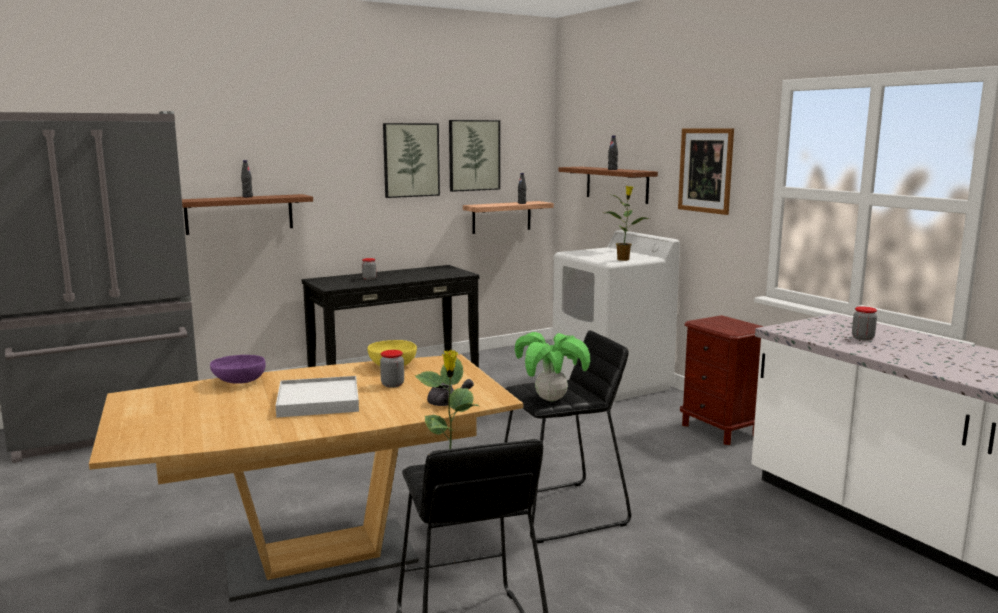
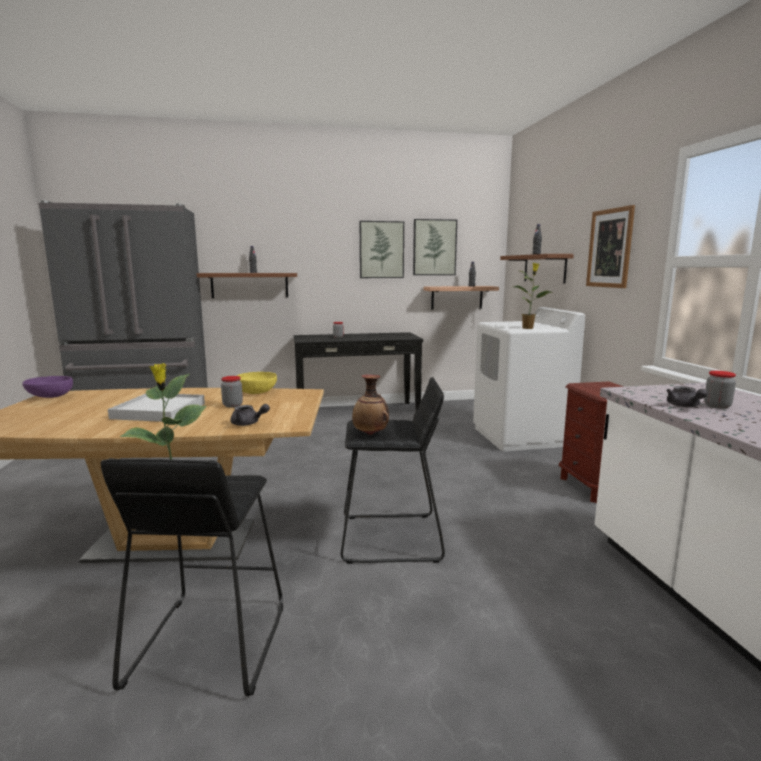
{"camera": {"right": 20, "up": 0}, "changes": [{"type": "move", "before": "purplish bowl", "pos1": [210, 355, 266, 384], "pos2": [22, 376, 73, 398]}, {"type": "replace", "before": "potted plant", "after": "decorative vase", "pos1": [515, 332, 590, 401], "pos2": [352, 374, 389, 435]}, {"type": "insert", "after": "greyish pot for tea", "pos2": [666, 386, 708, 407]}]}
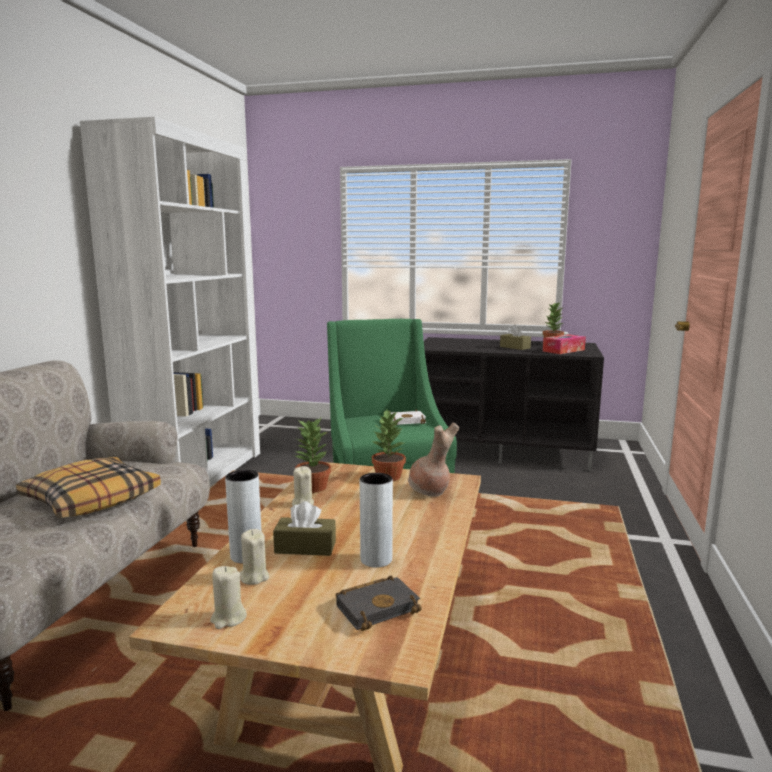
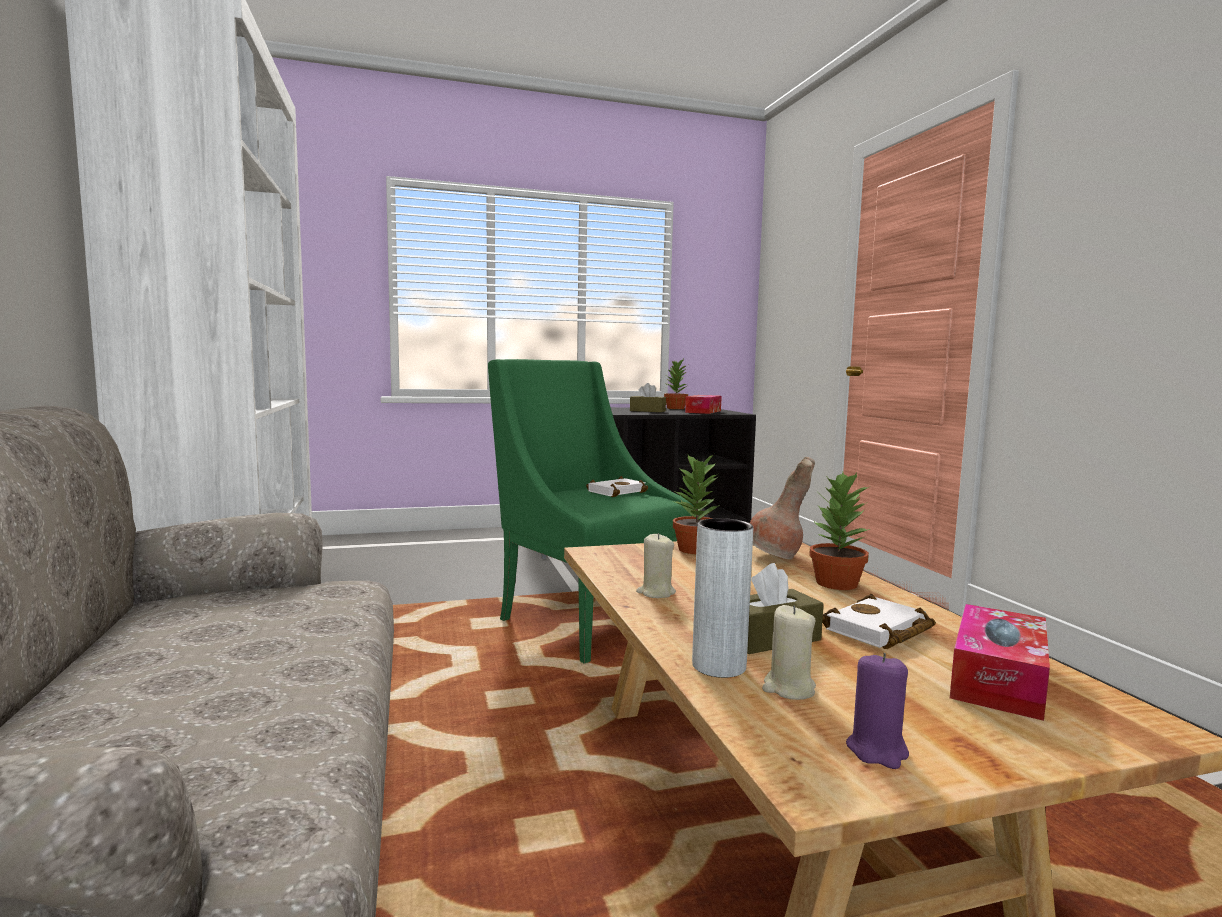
{"camera": {"right": -30, "up": -5}, "changes": [{"type": "move", "before": "potted plant", "pos1": [294, 418, 331, 493], "pos2": [809, 472, 870, 590]}, {"type": "replace", "before": "greyish decorative vase", "after": "white-coloured volume", "pos1": [360, 473, 393, 568], "pos2": [822, 594, 936, 649]}, {"type": "recolor", "before": "beige wax candle", "after": "purplish wax candle", "pos1": [210, 566, 247, 629], "pos2": [846, 653, 909, 769]}, {"type": "replace", "before": "black-coloured volume", "after": "box of tissues", "pos1": [336, 576, 422, 631], "pos2": [950, 604, 1050, 721]}, {"type": "delete", "before": "cushion", "pos1": [16, 457, 161, 518]}]}
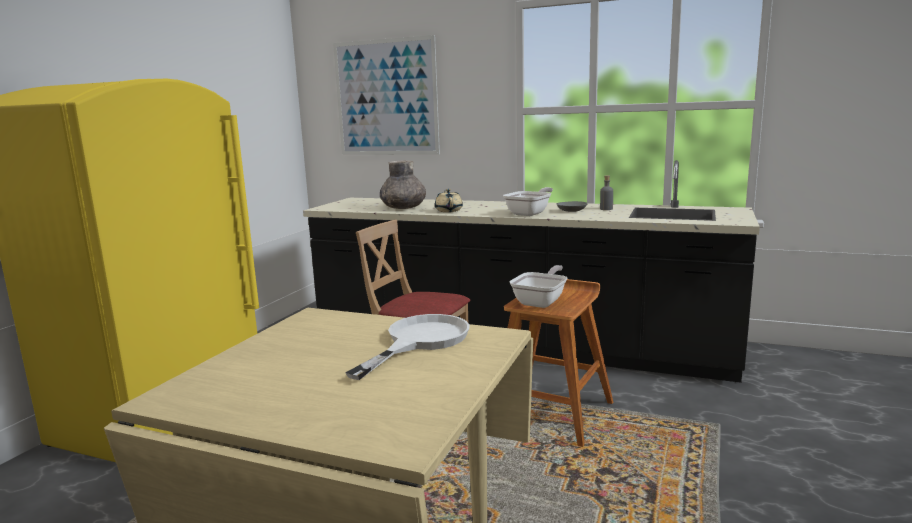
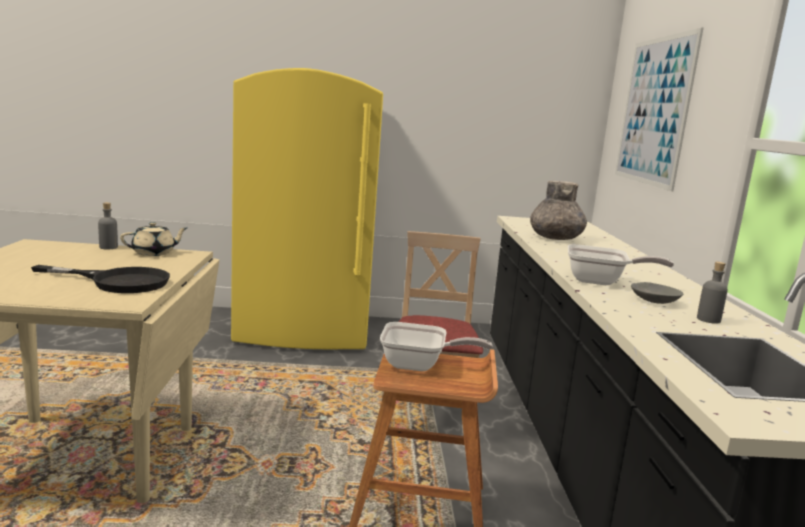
{"camera": {"right": 65, "up": 0}, "changes": [{"type": "recolor", "before": "white-coloured skillet", "after": "black-coloured skillet", "pos1": [345, 314, 470, 380], "pos2": [31, 265, 170, 293]}, {"type": "insert", "after": "greyish beverage bottle", "pos2": [98, 202, 118, 249]}, {"type": "move", "before": "beige pot for tea", "pos1": [435, 189, 463, 212], "pos2": [120, 222, 187, 256]}]}
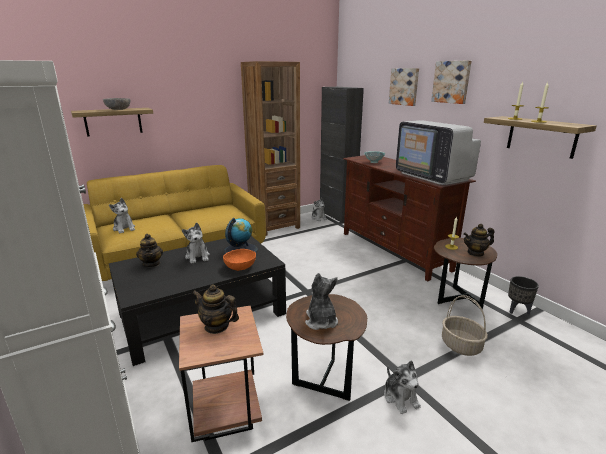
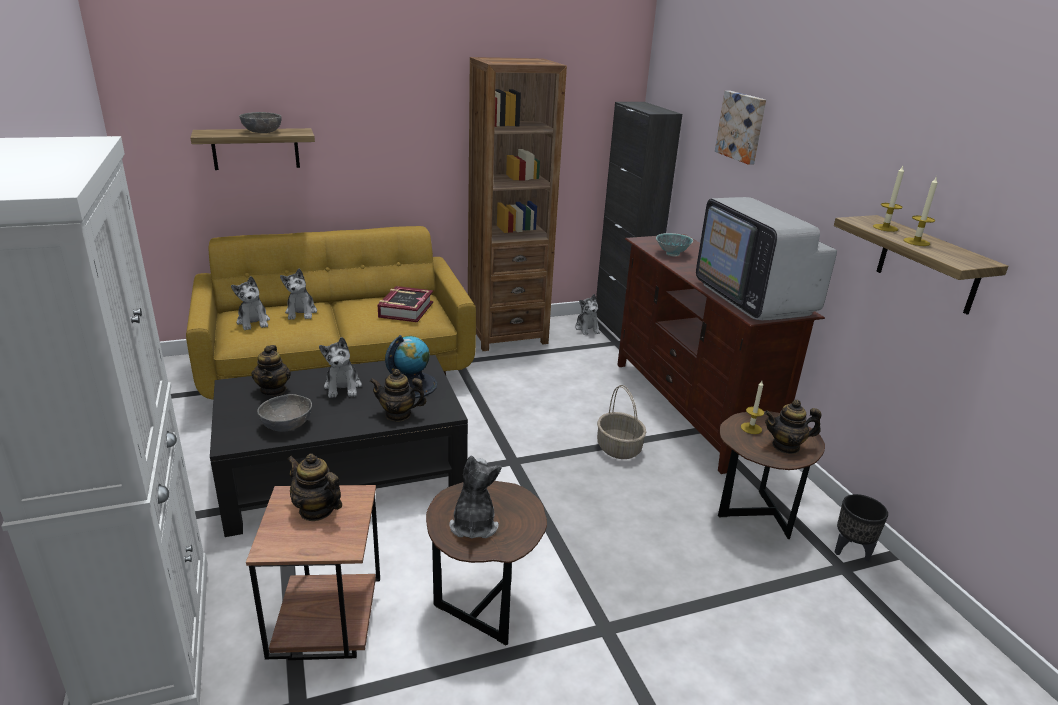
{"camera": {"right": 10, "up": 5}, "changes": [{"type": "insert", "after": "greyish bowl", "pos2": [257, 394, 312, 432]}, {"type": "move", "before": "cuddly toy", "pos1": [384, 360, 421, 414], "pos2": [280, 269, 317, 320]}, {"type": "replace", "before": "orange-coloured bowl", "after": "pot for tea", "pos1": [223, 249, 256, 271], "pos2": [369, 369, 427, 422]}, {"type": "insert", "after": "volume", "pos2": [378, 286, 433, 322]}, {"type": "move", "before": "household basket", "pos1": [442, 295, 488, 356], "pos2": [597, 385, 646, 459]}, {"type": "delete", "before": "wall art", "pos1": [431, 60, 472, 104]}]}
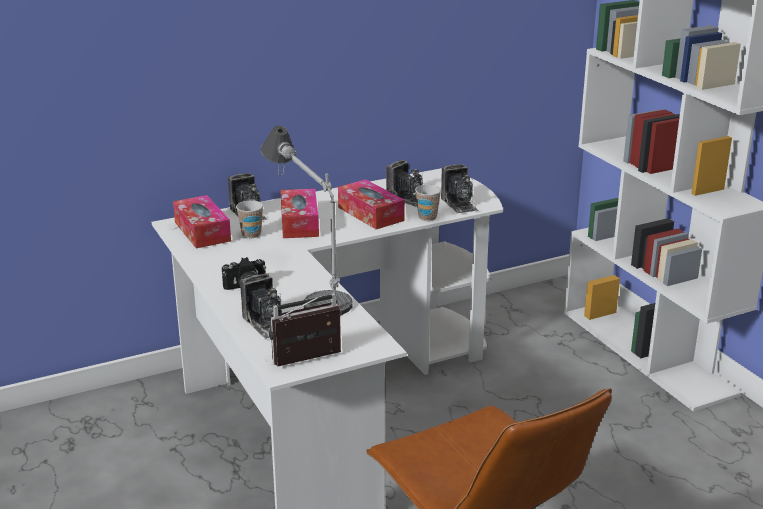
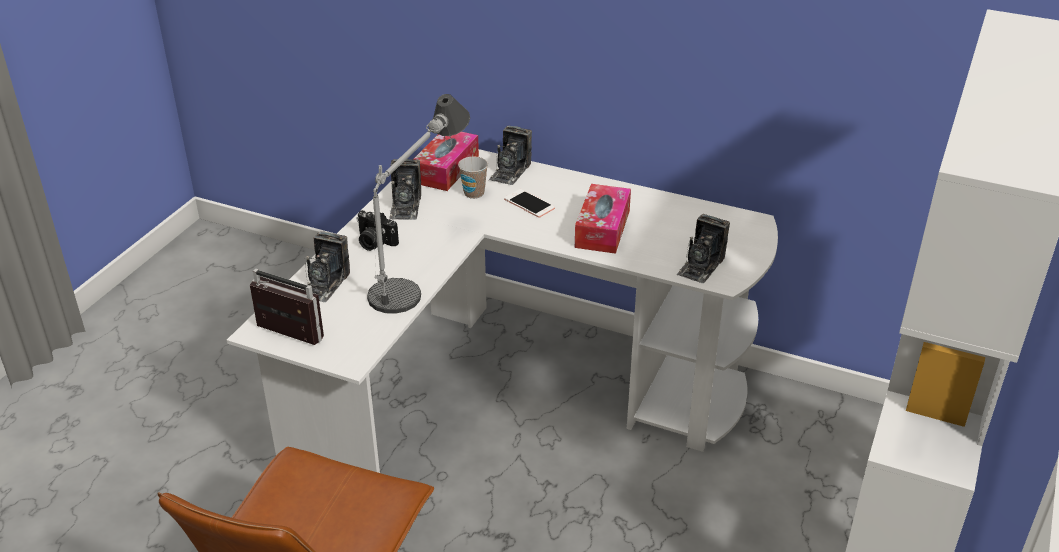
{"camera": {"right": 50, "up": 10}, "changes": [{"type": "move", "before": "still camera", "pos1": [386, 159, 423, 207], "pos2": [389, 159, 421, 220]}, {"type": "replace", "before": "box of tissues", "after": "phone", "pos1": [280, 189, 319, 238], "pos2": [504, 189, 555, 218]}, {"type": "delete", "before": "cup", "pos1": [415, 185, 442, 221]}]}
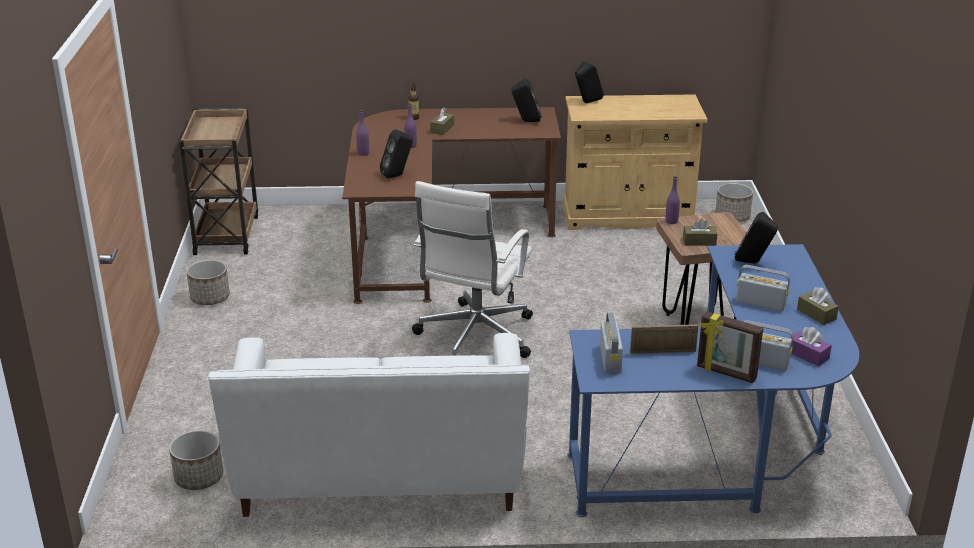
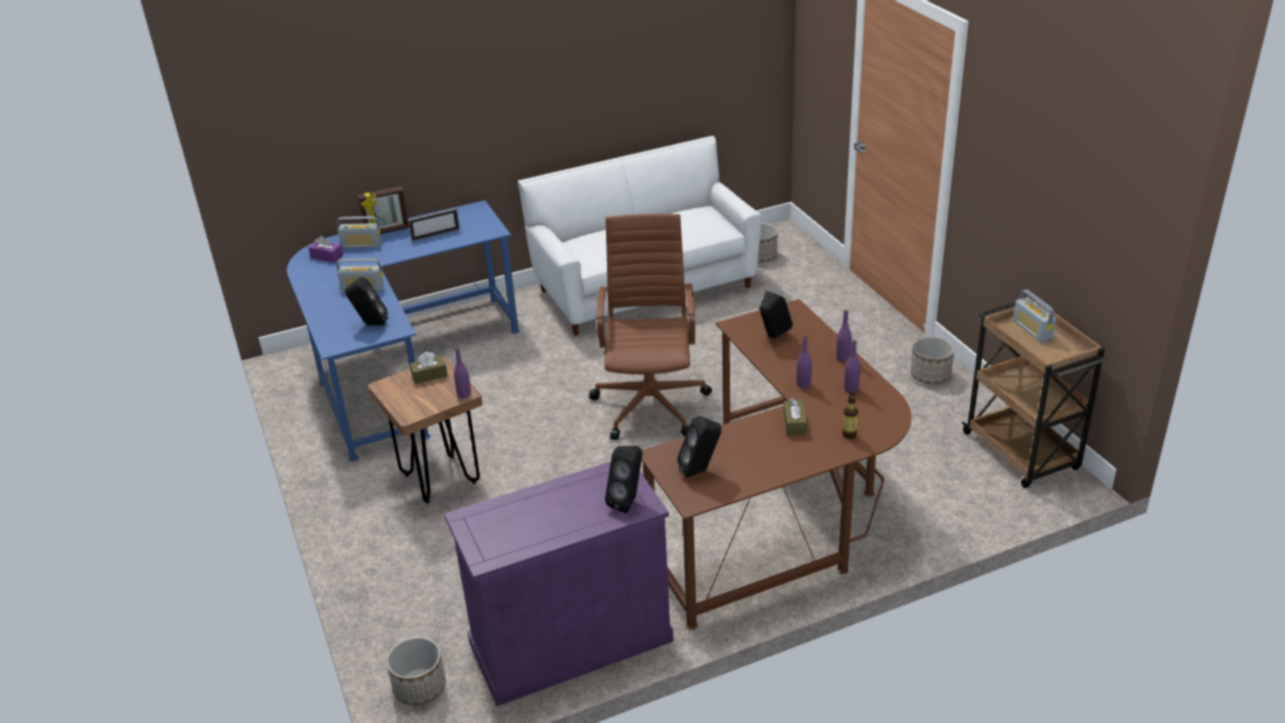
{"camera": {"right": 160, "up": 5}, "changes": [{"type": "rotate", "before": "picture frame", "pos1": [697, 311, 763, 383], "pos2": [358, 186, 409, 234], "turn": 150}, {"type": "recolor", "before": "beige cabinet", "after": "purplish cabinet", "pos1": [563, 94, 708, 230], "pos2": [444, 462, 674, 706]}, {"type": "recolor", "before": "white-coloured desk chair", "after": "brown-coloured desk chair", "pos1": [412, 181, 533, 358], "pos2": [589, 214, 712, 440]}, {"type": "insert", "after": "purplish beverage bottle", "pos2": [844, 340, 860, 393]}, {"type": "move", "before": "radio set", "pos1": [600, 312, 623, 373], "pos2": [1013, 289, 1056, 342]}, {"type": "delete", "before": "brown-coloured box of tissues", "pos1": [797, 287, 839, 325]}]}
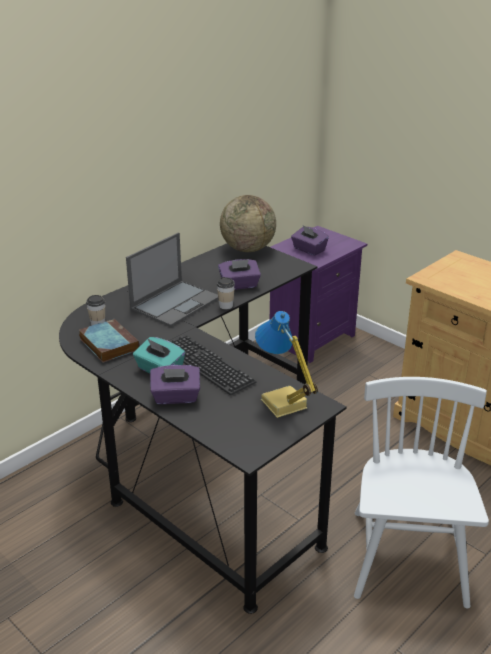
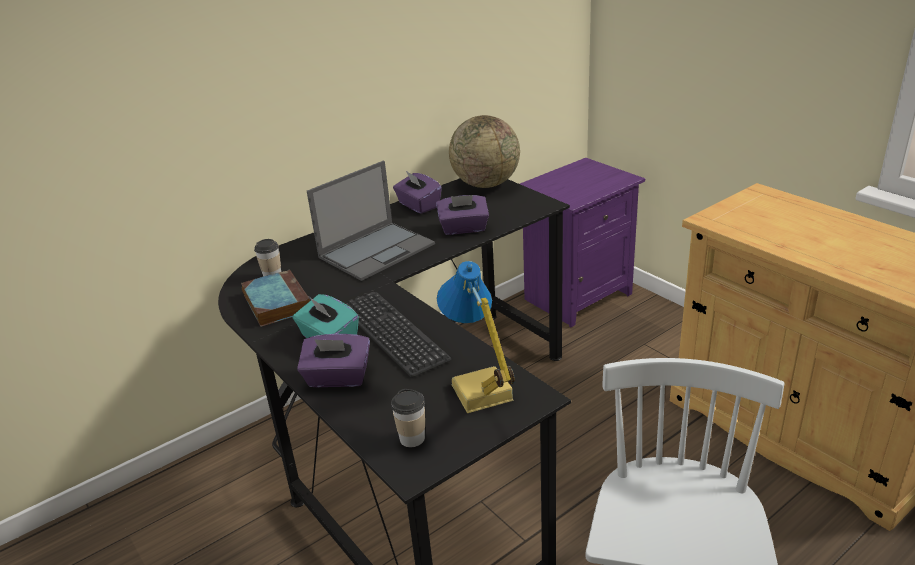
{"camera": {"right": 10, "up": 0}, "changes": [{"type": "move", "before": "cup", "pos1": [217, 277, 235, 309], "pos2": [391, 389, 425, 447]}, {"type": "move", "before": "purplish box of tissues", "pos1": [291, 225, 329, 256], "pos2": [393, 171, 442, 214]}]}
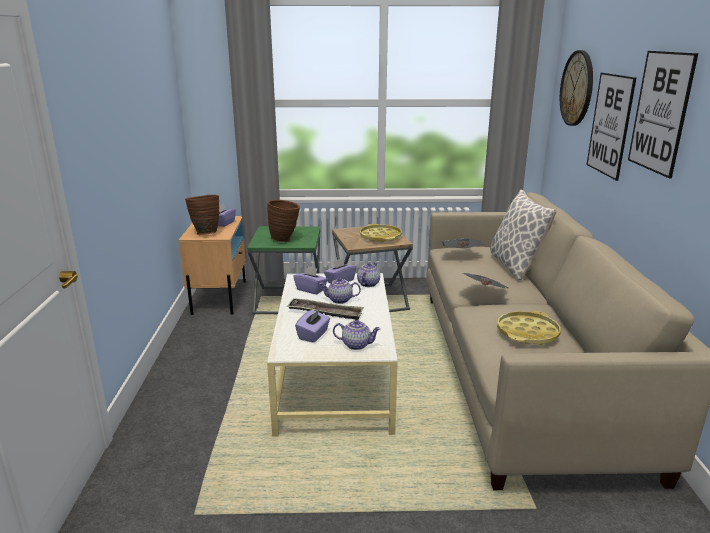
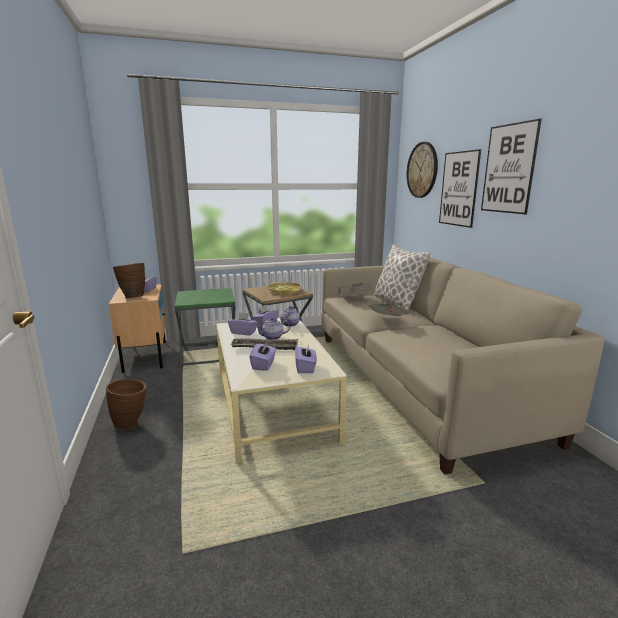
{"camera": {"right": -15, "up": -5}, "changes": [{"type": "move", "before": "brown-coloured decorative vase", "pos1": [267, 200, 300, 242], "pos2": [106, 379, 146, 430]}, {"type": "replace", "before": "pot for tea", "after": "purplish box of tissues", "pos1": [333, 320, 381, 350], "pos2": [295, 344, 317, 373]}, {"type": "delete", "before": "yellow carrying tray", "pos1": [497, 311, 561, 345]}]}
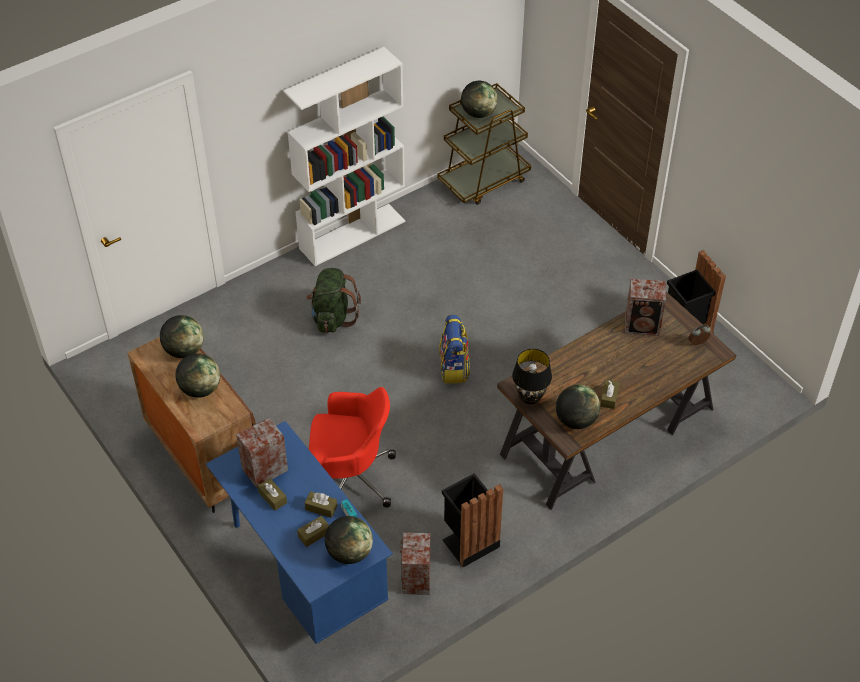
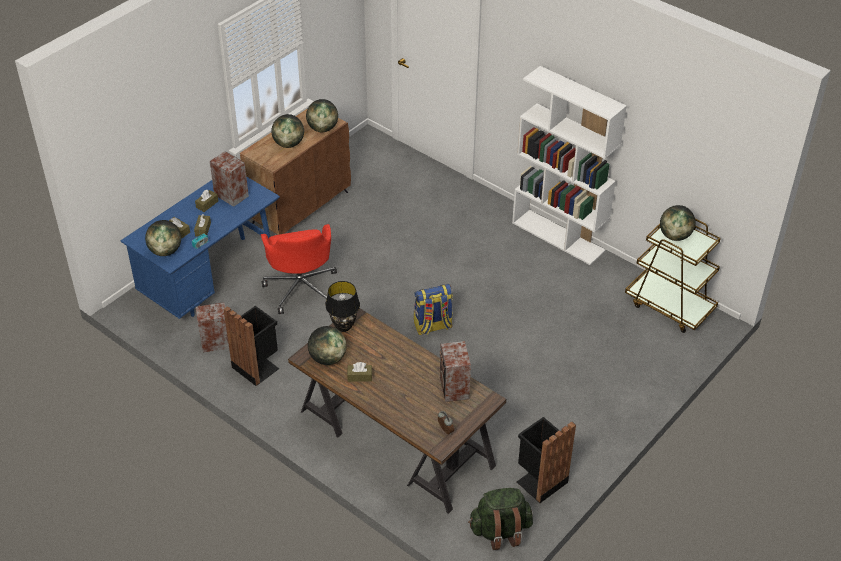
{"camera": {"right": 75, "up": -5}, "changes": [{"type": "move", "before": "green rucksack", "pos1": [306, 268, 361, 333], "pos2": [468, 488, 533, 550]}]}
